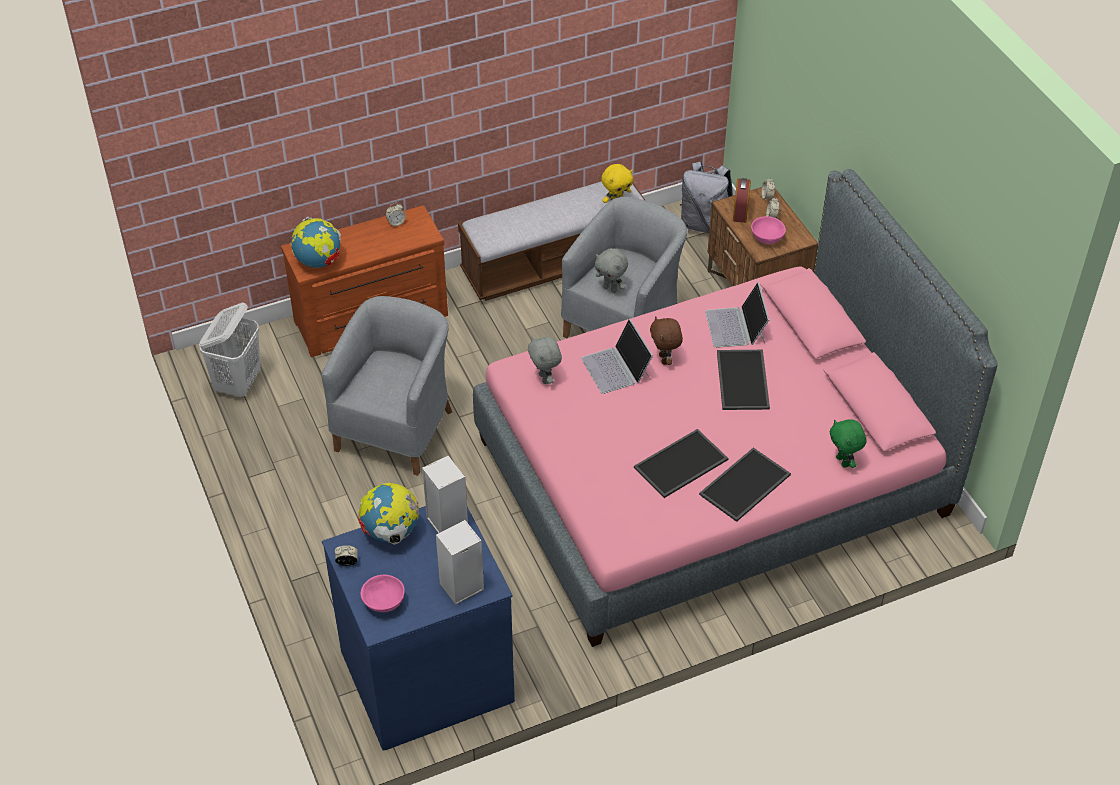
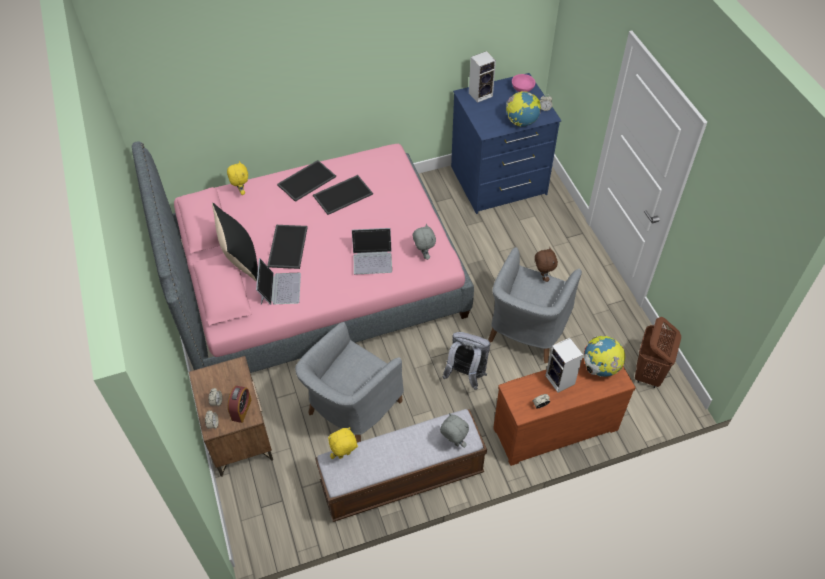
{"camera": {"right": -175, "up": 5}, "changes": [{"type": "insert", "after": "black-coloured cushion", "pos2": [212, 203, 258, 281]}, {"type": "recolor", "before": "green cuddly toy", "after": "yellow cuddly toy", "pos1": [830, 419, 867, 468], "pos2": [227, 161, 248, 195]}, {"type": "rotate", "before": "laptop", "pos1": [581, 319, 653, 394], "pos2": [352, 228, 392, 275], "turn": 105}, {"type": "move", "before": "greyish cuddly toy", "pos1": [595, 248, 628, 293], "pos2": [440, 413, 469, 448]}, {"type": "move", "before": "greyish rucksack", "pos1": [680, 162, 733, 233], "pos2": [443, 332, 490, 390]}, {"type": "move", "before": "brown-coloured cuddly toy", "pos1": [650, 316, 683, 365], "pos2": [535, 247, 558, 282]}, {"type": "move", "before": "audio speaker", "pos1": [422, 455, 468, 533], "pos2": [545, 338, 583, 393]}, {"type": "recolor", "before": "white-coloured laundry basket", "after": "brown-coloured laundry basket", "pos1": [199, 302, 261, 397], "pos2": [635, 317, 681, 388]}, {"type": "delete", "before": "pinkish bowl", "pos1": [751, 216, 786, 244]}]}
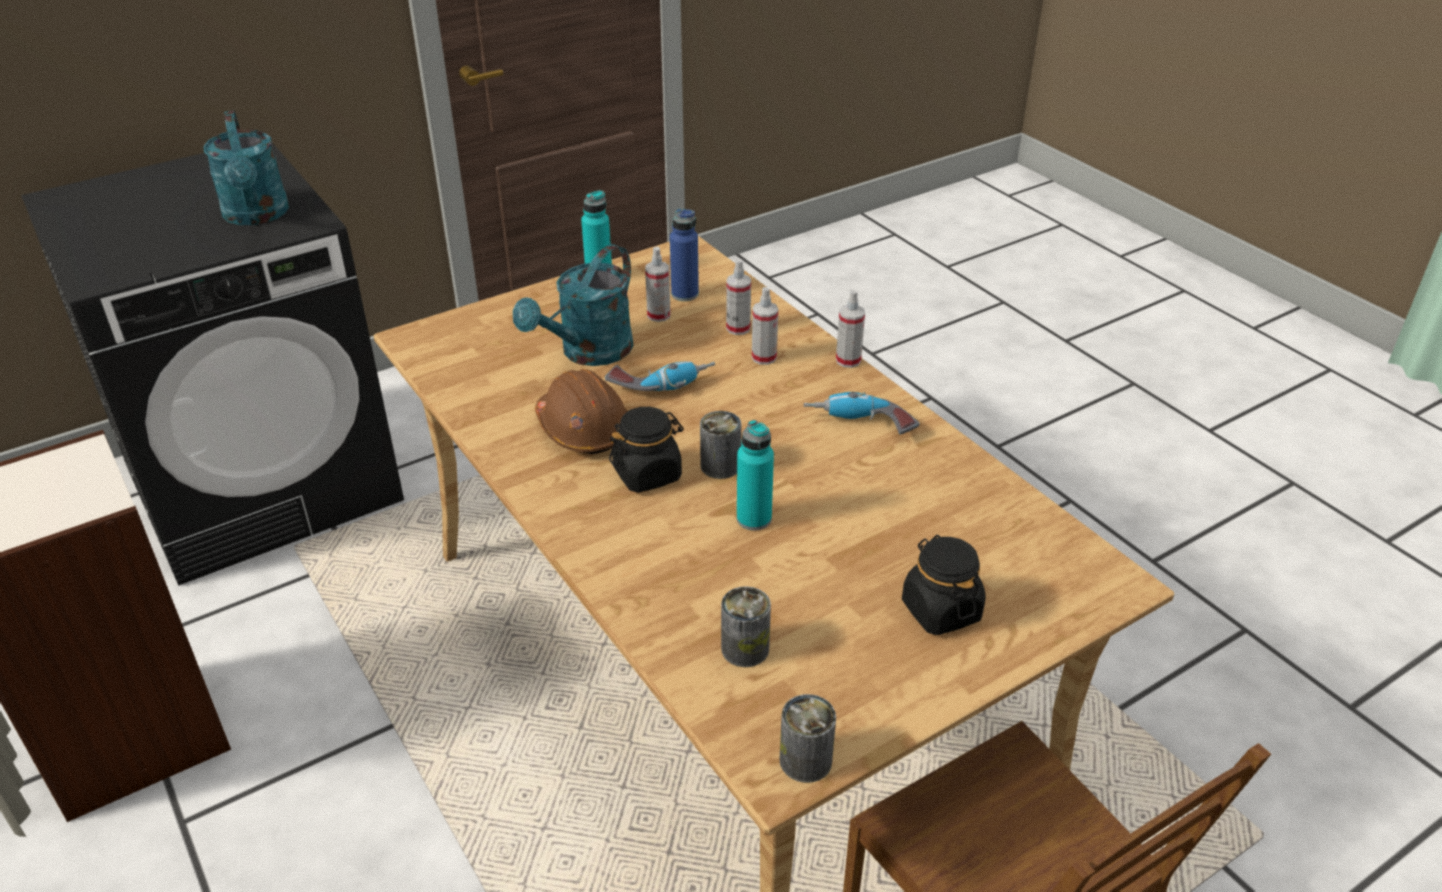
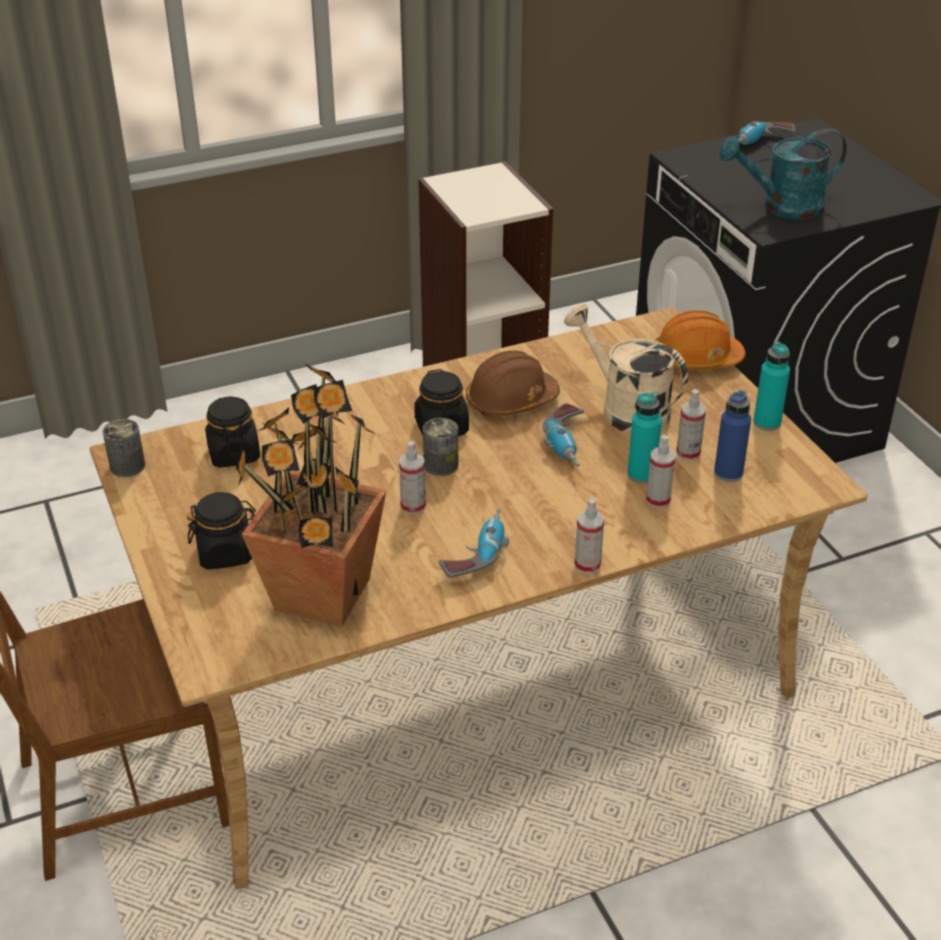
{"camera": {"right": 100, "up": 0}, "changes": [{"type": "replace", "before": "sealed can", "after": "black-coloured storage jar", "pos1": [721, 586, 771, 667], "pos2": [205, 396, 260, 468]}, {"type": "insert", "after": "potted plant", "pos2": [236, 364, 387, 627]}, {"type": "move", "before": "spray bottle", "pos1": [752, 287, 778, 365], "pos2": [399, 441, 426, 514]}, {"type": "recolor", "before": "turquoise watering pot", "after": "beige watering pot", "pos1": [513, 244, 633, 366], "pos2": [564, 304, 688, 433]}, {"type": "move", "before": "turquoise beverage bottle", "pos1": [737, 420, 774, 530], "pos2": [627, 393, 662, 484]}, {"type": "insert", "after": "orange-coloured work helmet", "pos2": [655, 310, 746, 370]}, {"type": "insert", "after": "drill", "pos2": [738, 121, 795, 145]}]}
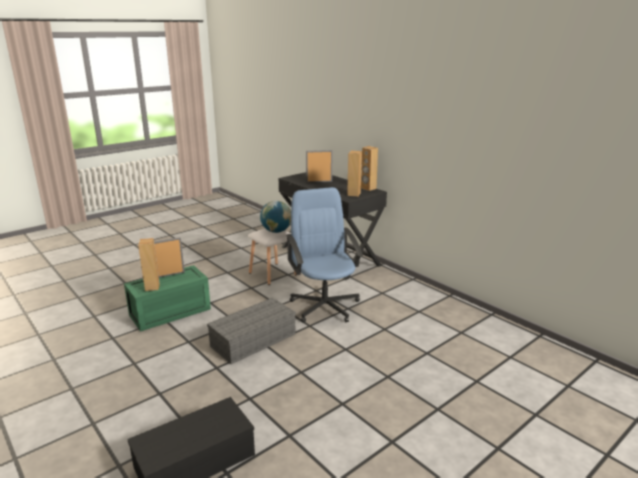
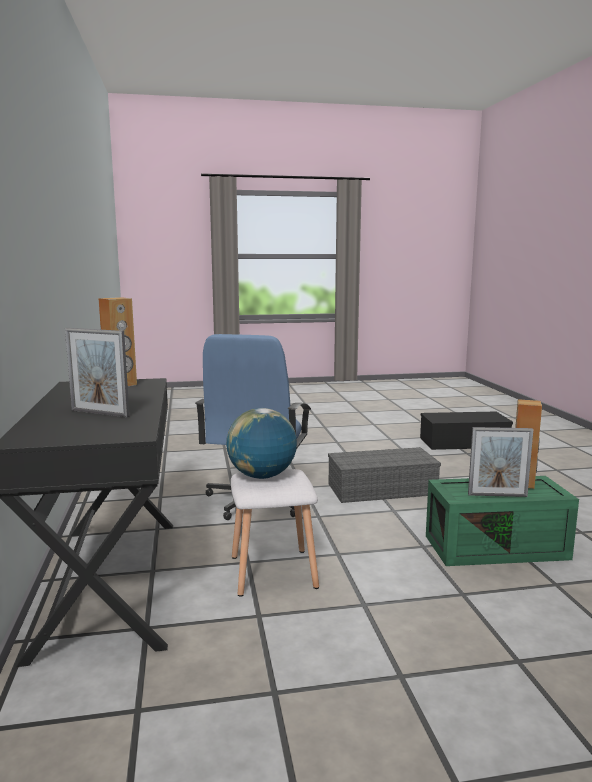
{"camera": {"right": -150, "up": -10}, "changes": [{"type": "delete", "before": "brown-coloured audio speaker", "pos1": [361, 146, 378, 191]}]}
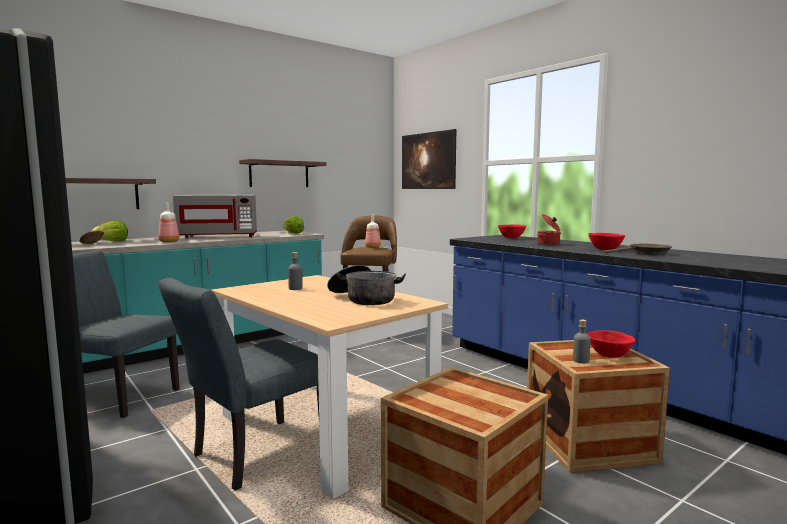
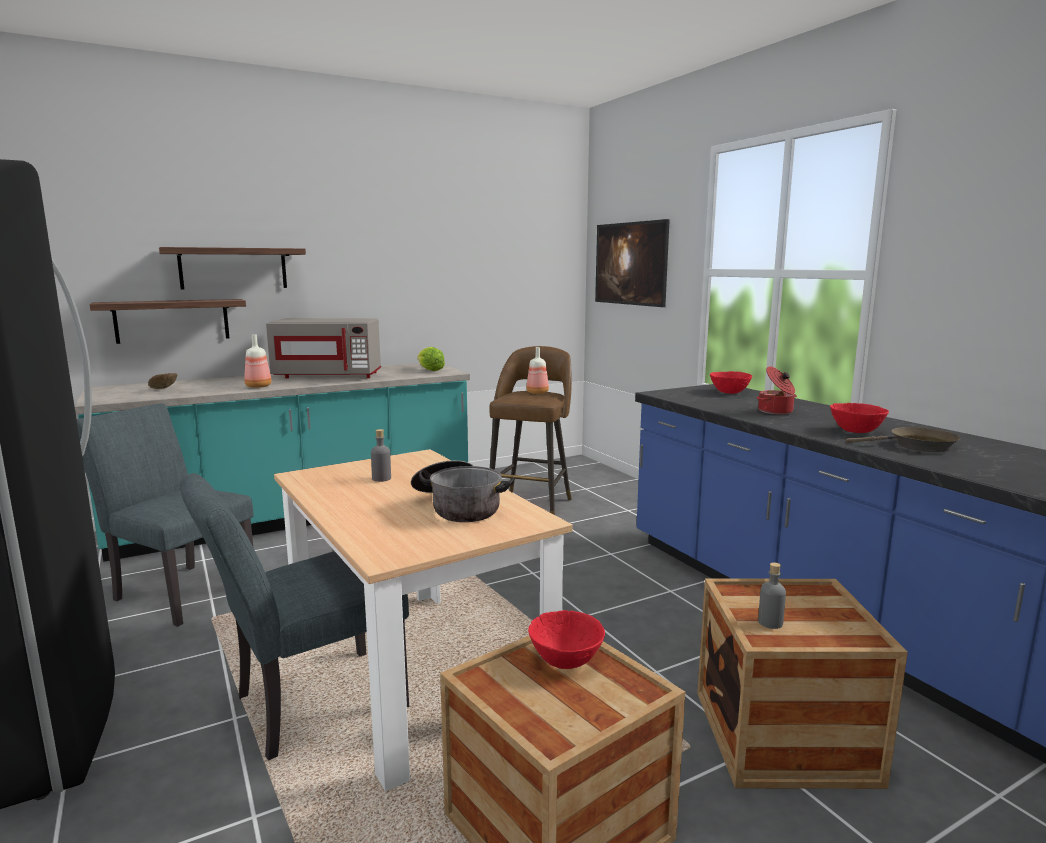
{"camera": {"right": 10, "up": 5}, "changes": [{"type": "move", "before": "bracket shelf", "pos1": [239, 159, 327, 187], "pos2": [159, 247, 306, 290]}, {"type": "move", "before": "red-coloured bowl", "pos1": [587, 330, 635, 358], "pos2": [528, 610, 605, 669]}, {"type": "delete", "before": "head of lettuce", "pos1": [91, 221, 128, 241]}]}
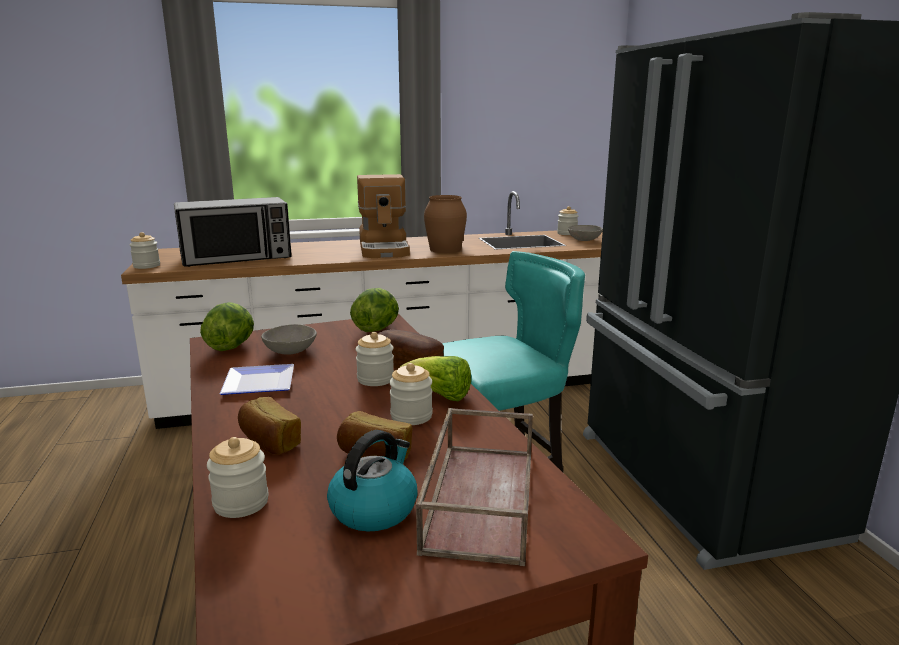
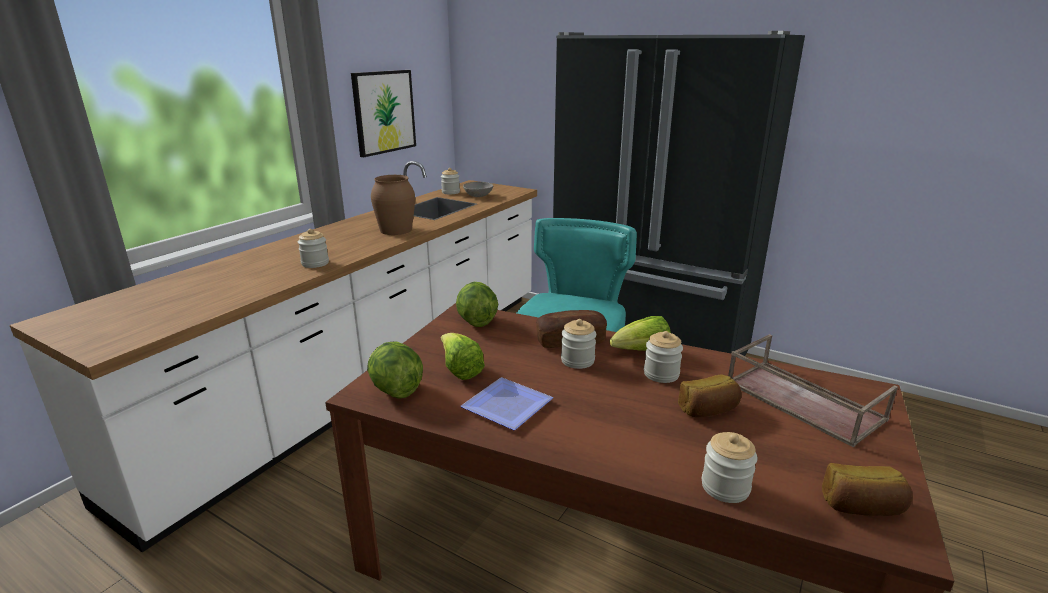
{"camera": {"right": -45, "up": 5}, "changes": [{"type": "move", "before": "storage jar", "pos1": [129, 232, 160, 269], "pos2": [298, 229, 329, 268]}, {"type": "insert", "after": "wall art", "pos2": [351, 70, 416, 157]}, {"type": "replace", "before": "greyish bowl", "after": "head of lettuce", "pos1": [261, 324, 317, 355], "pos2": [441, 333, 485, 380]}, {"type": "move", "before": "bread", "pos1": [238, 397, 301, 454], "pos2": [822, 463, 913, 516]}, {"type": "delete", "before": "microwave", "pos1": [174, 197, 292, 267]}, {"type": "delete", "before": "tea kettle", "pos1": [327, 430, 418, 531]}, {"type": "delete", "before": "coffee brewer", "pos1": [357, 174, 410, 258]}]}
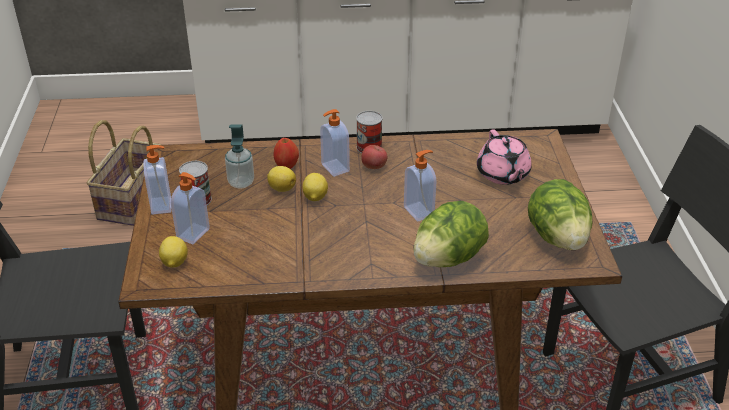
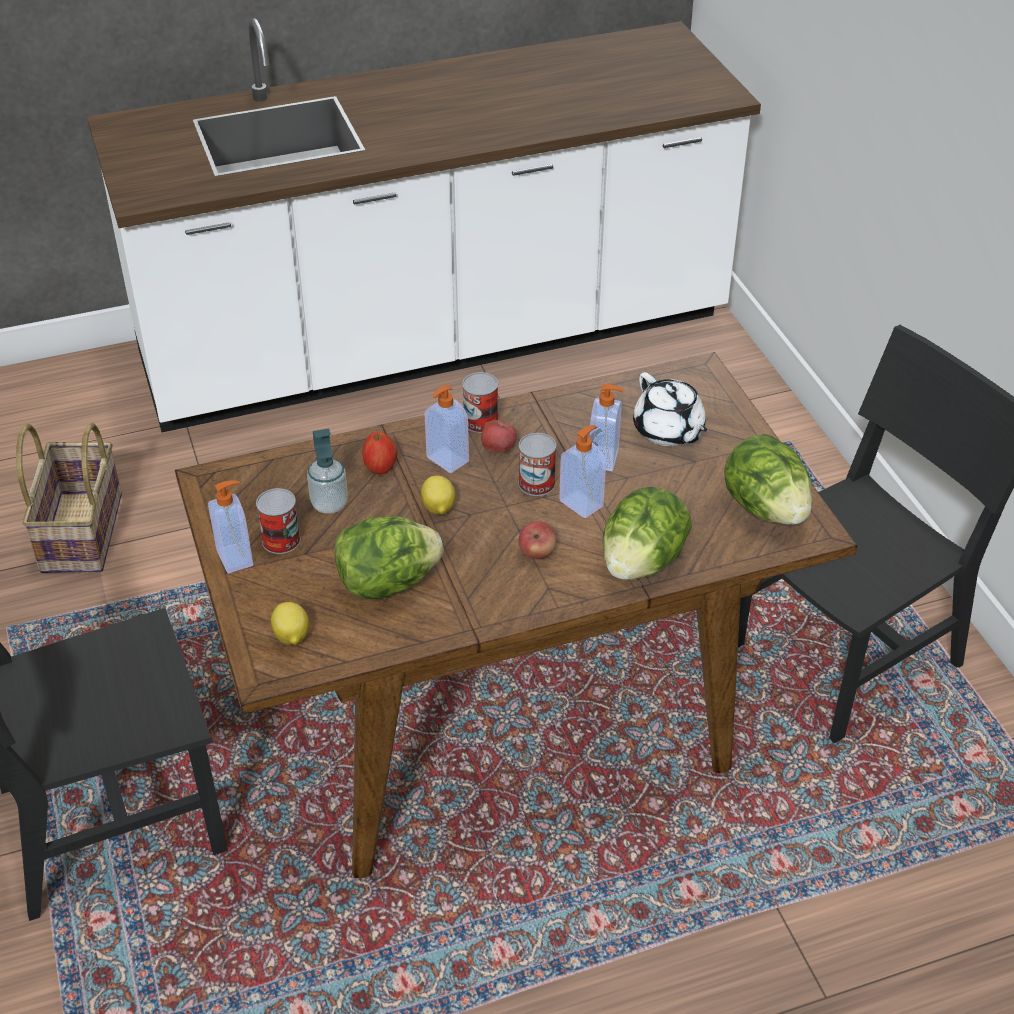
{"camera": {"right": -15, "up": 5}, "changes": [{"type": "insert", "after": "head of lettuce", "pos2": [335, 516, 444, 599]}, {"type": "insert", "after": "sealed can", "pos2": [518, 433, 556, 496]}, {"type": "insert", "after": "whole apple", "pos2": [518, 521, 556, 559]}, {"type": "move", "before": "liquid soap bottle", "pos1": [171, 172, 210, 244], "pos2": [590, 384, 624, 471]}, {"type": "recolor", "before": "pinkish pot for tea", "after": "white-coloured pot for tea", "pos1": [477, 129, 532, 185], "pos2": [633, 372, 707, 446]}, {"type": "delete", "before": "citrus fruit", "pos1": [267, 166, 296, 192]}]}
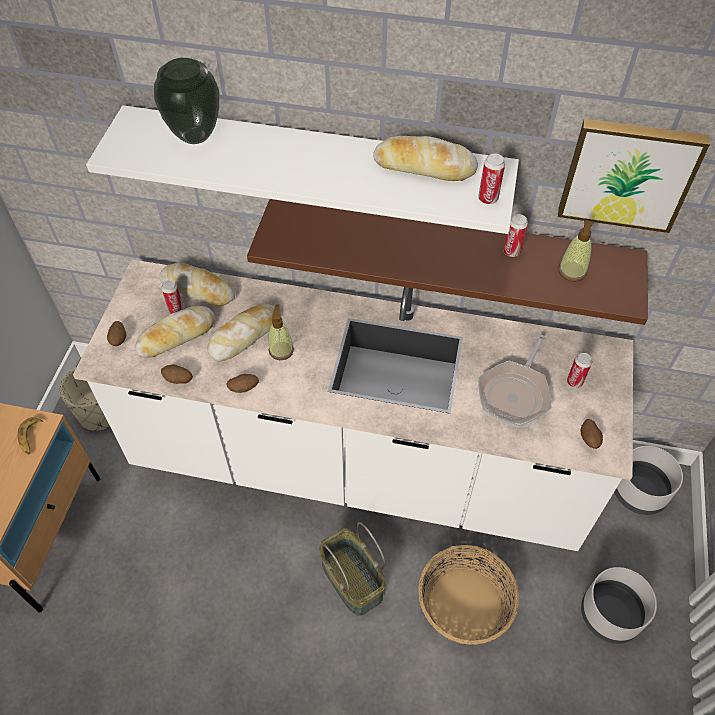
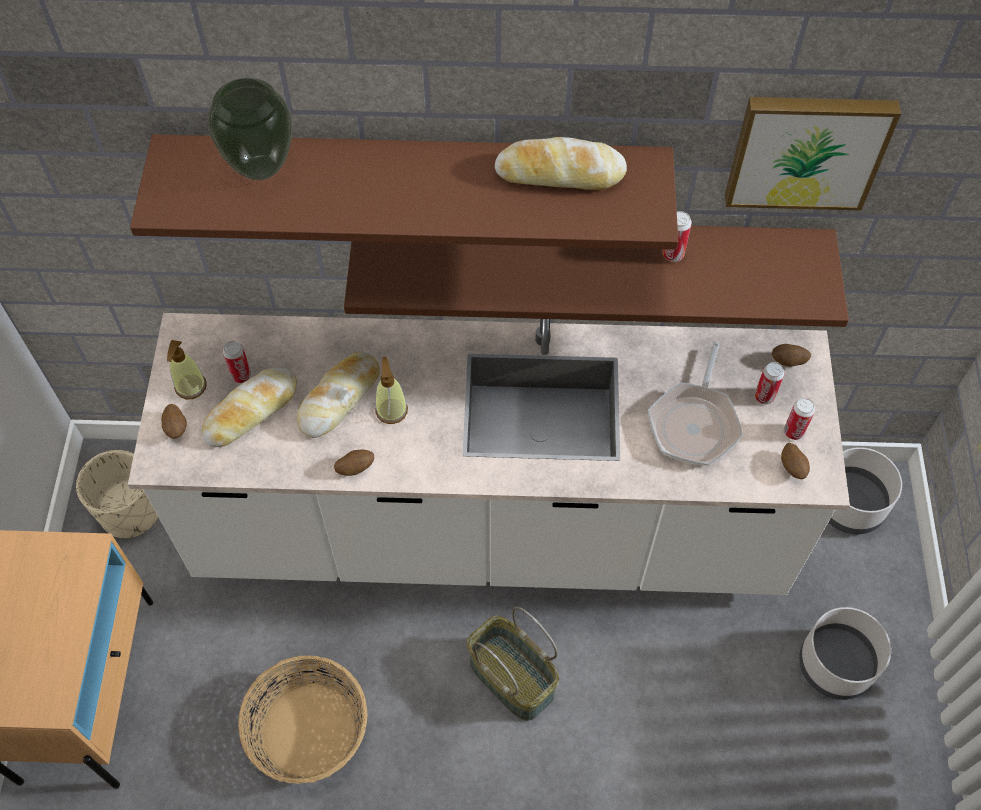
{"camera": {"right": -10, "up": 5}, "changes": [{"type": "recolor", "before": "white-coloured bracket shelf", "after": "brown-coloured bracket shelf", "pos1": [86, 105, 519, 234], "pos2": [130, 134, 678, 250]}, {"type": "move", "before": "liquid soap bottle", "pos1": [558, 219, 594, 282], "pos2": [167, 340, 207, 399]}, {"type": "move", "before": "household basket", "pos1": [418, 545, 519, 645], "pos2": [238, 655, 367, 784]}, {"type": "move", "before": "potato", "pos1": [161, 365, 193, 384], "pos2": [772, 344, 811, 367]}, {"type": "move", "before": "sealed can", "pos1": [478, 153, 505, 204], "pos2": [784, 398, 815, 440]}, {"type": "delete", "before": "banana fruit", "pos1": [18, 417, 43, 454]}, {"type": "delete", "before": "bread", "pos1": [159, 262, 235, 306]}]}
